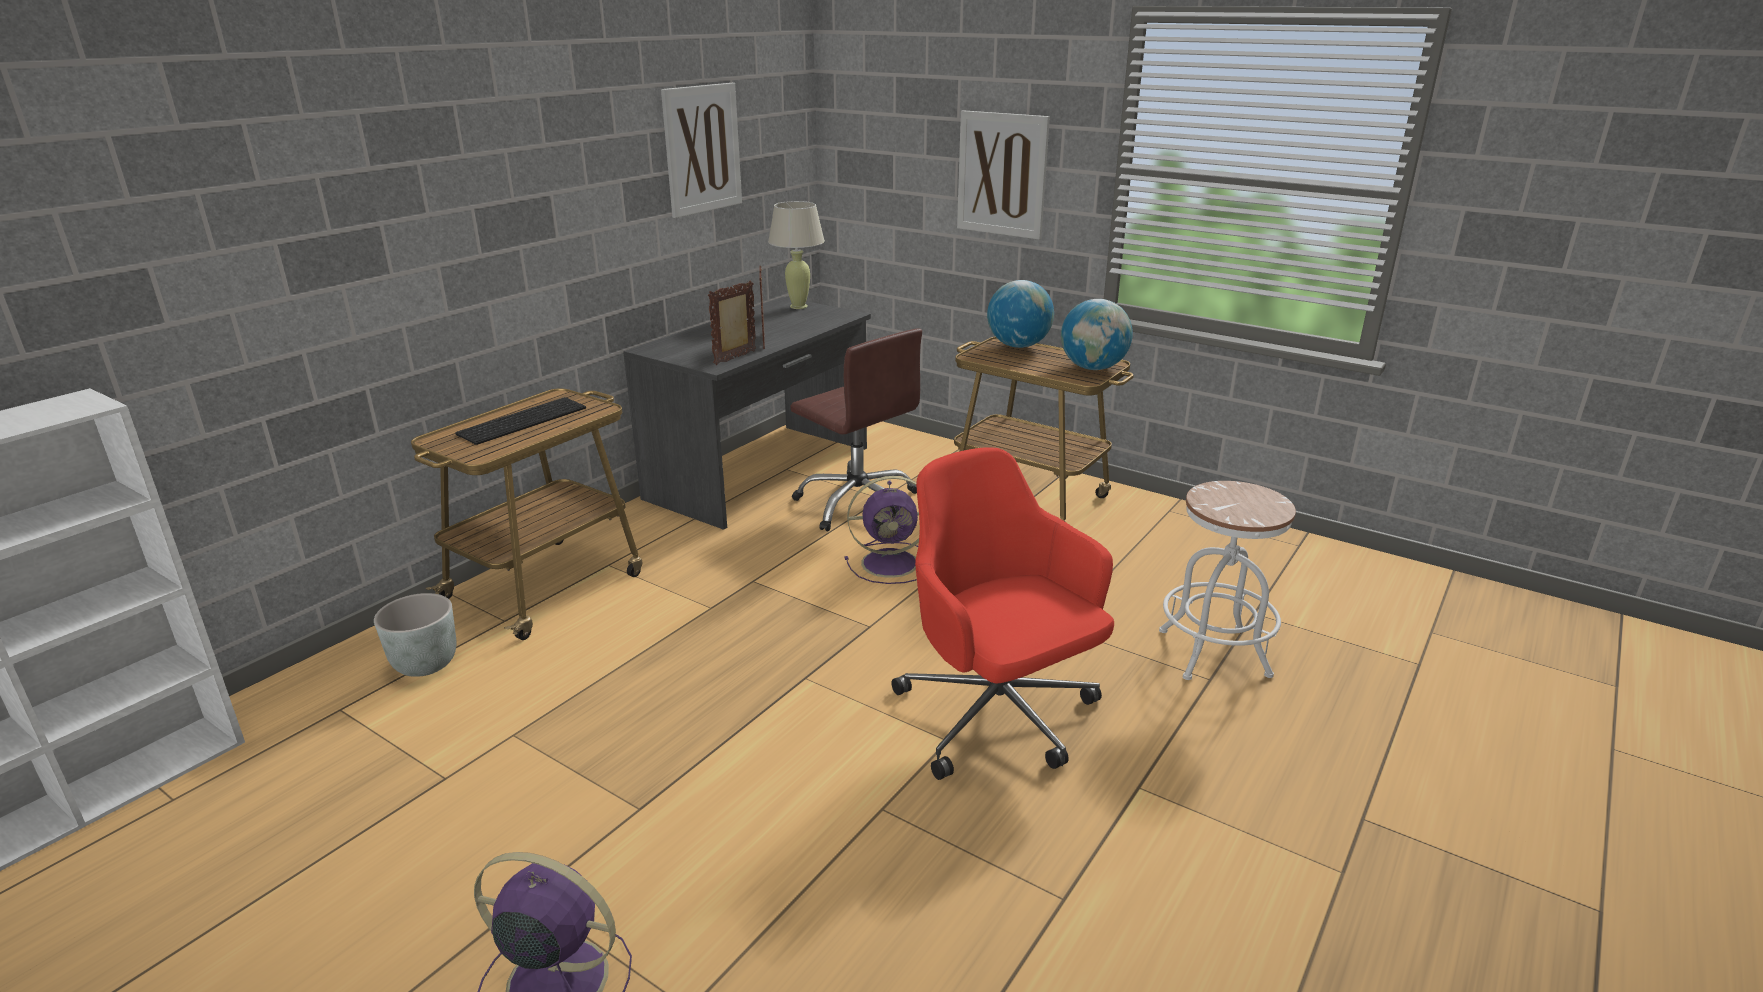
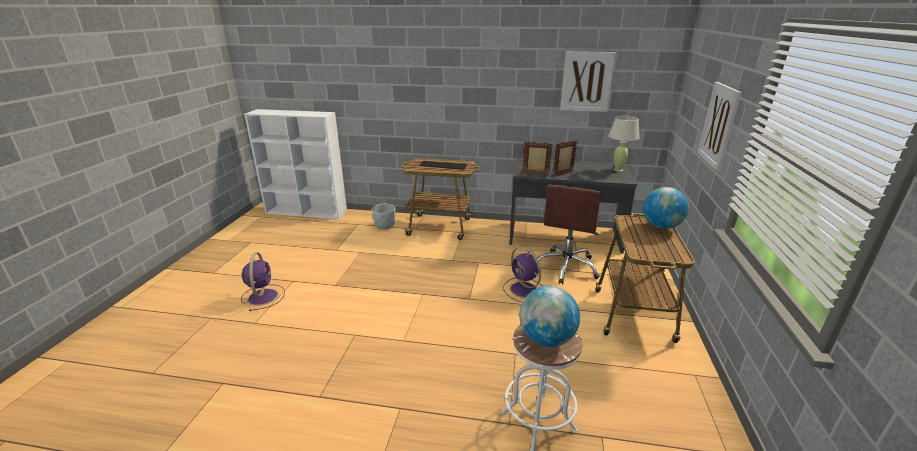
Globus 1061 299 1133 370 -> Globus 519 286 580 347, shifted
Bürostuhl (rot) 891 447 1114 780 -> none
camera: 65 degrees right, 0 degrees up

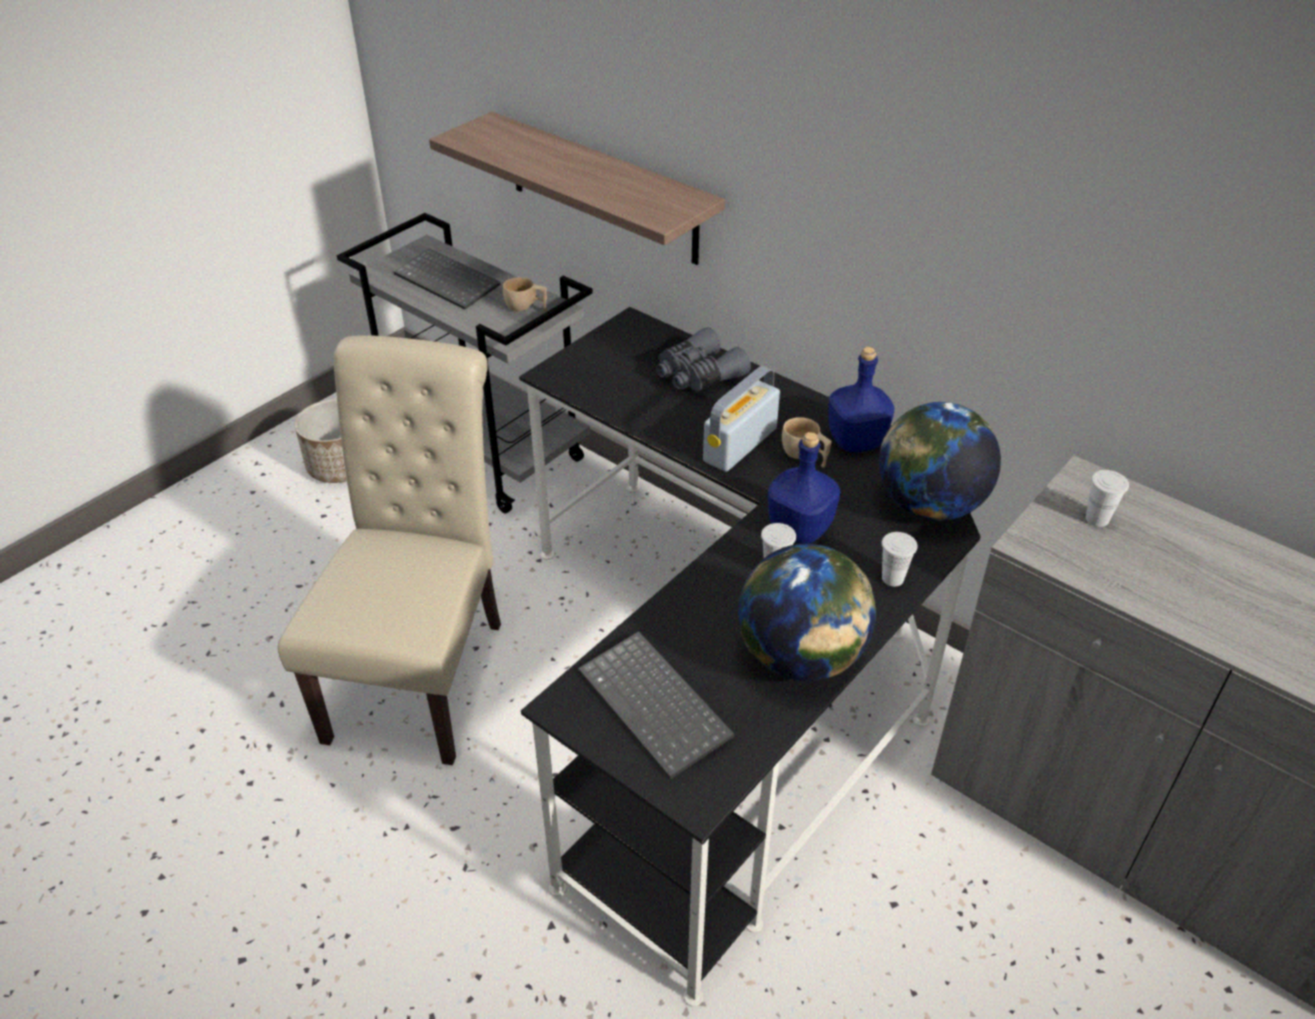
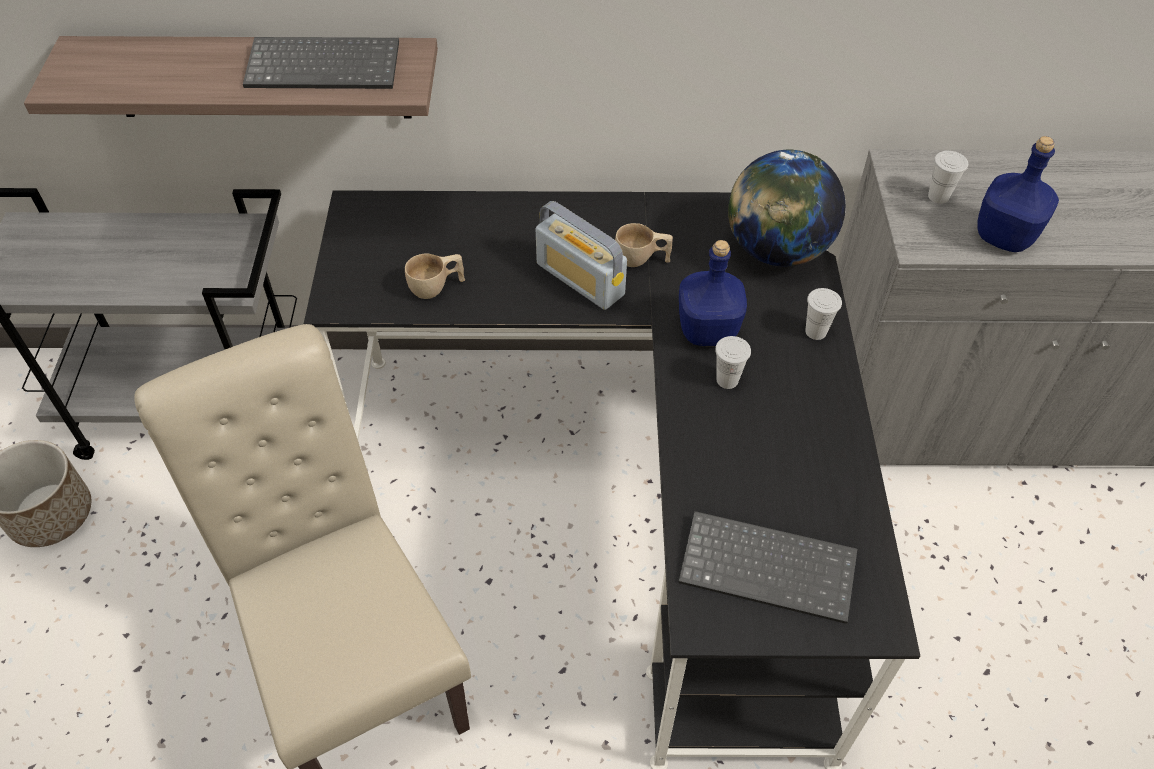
Tastatur 393 248 501 309 -> Tastatur 243 37 399 89, shifted
Tasse (beige) 503 277 547 312 -> Tasse (beige) 405 253 465 299, shifted
Fernglas (grau) 656 327 751 392 -> none
Flasche (blau) 829 347 894 452 -> Flasche (blau) 978 136 1059 252, shifted
Radio 703 366 780 472 -> Radio 536 201 627 310, 45 degrees counterclockwise
Globus 738 544 876 681 -> none
camera: 40 degrees left, 10 degrees up

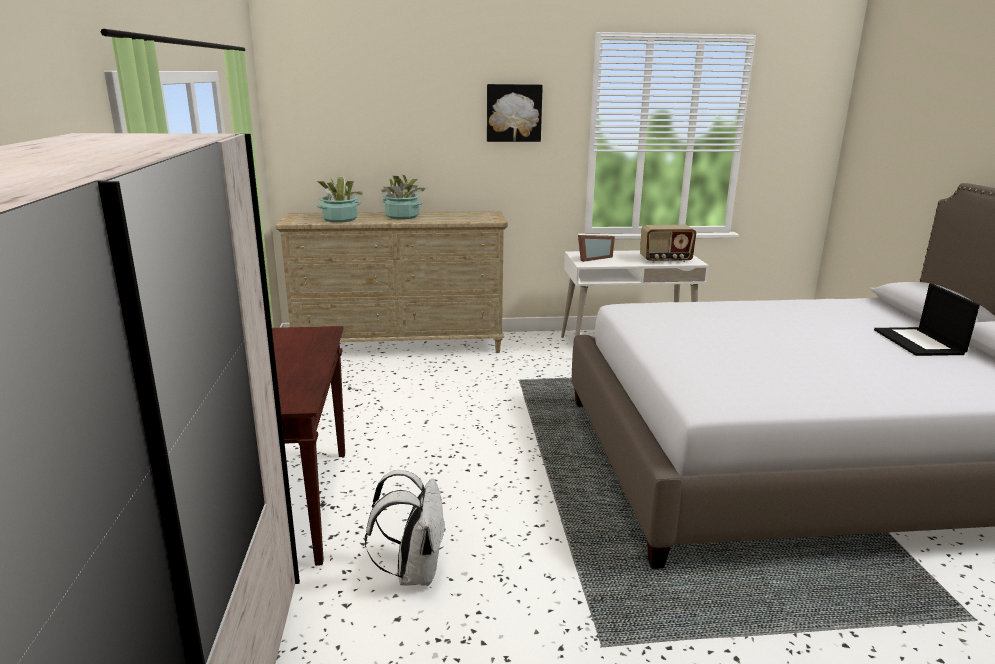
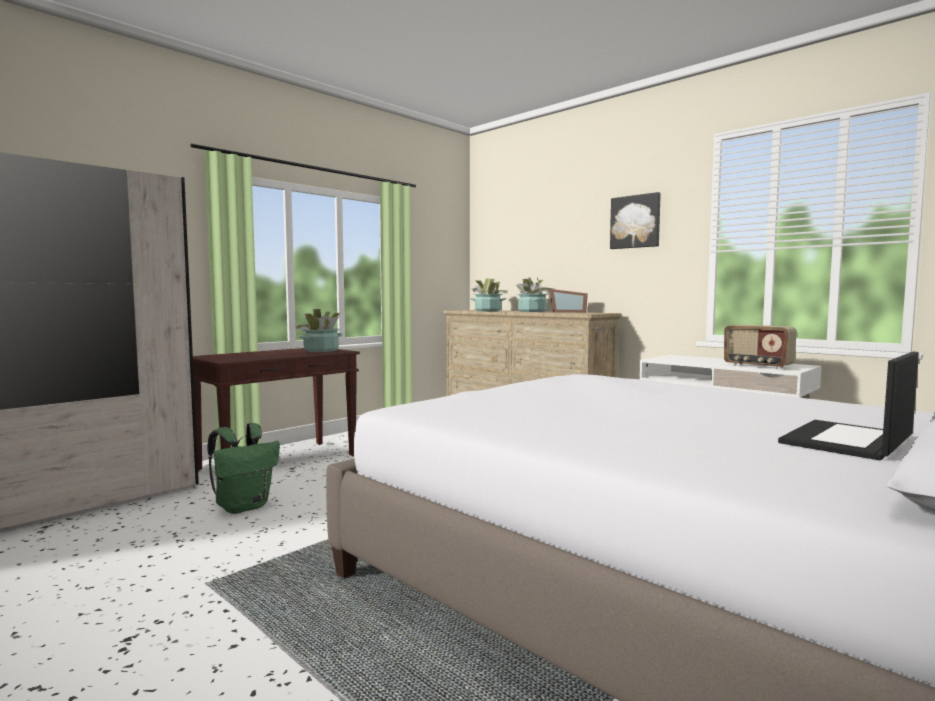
Bilderrahmen 578 235 615 262 -> Bilderrahmen 549 289 588 313, shifted
Rucksack (weiß) 365 470 446 586 -> Rucksack (grün) 207 423 280 514
none -> Topfpflanze 295 309 343 352
camera: 50 degrees right, 15 degrees down

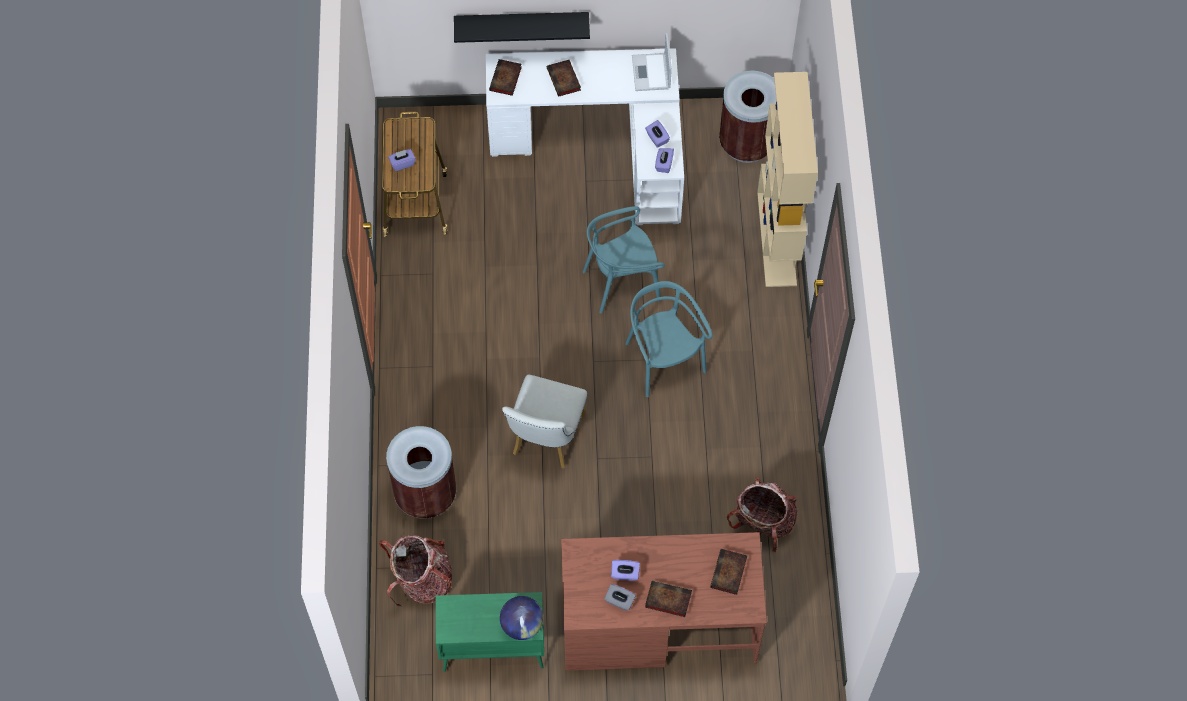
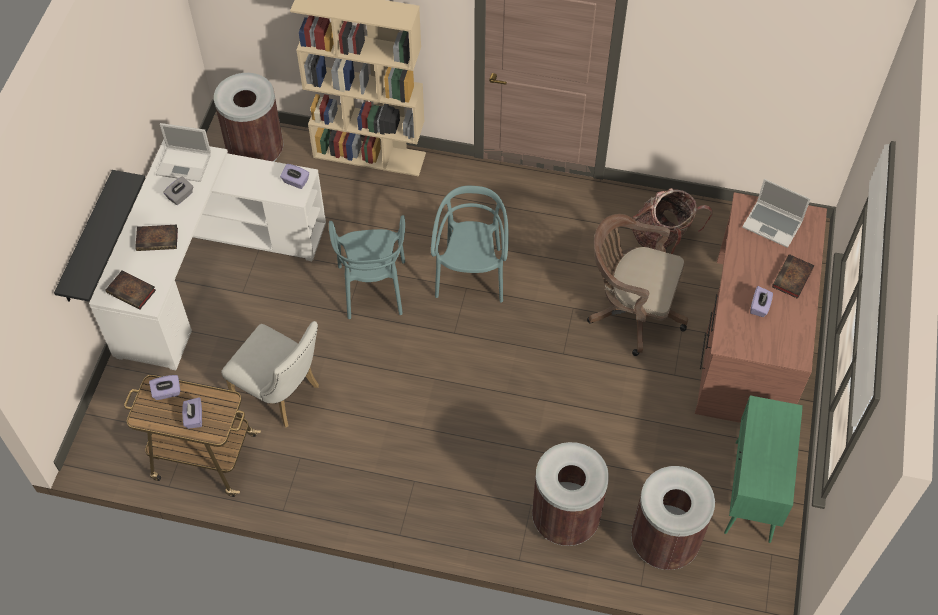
Taschentuchbox (lila) 645 120 670 148 -> Taschentuchbox (lila) 149 375 181 400, shifted
Stuhl (türkis) 625 281 713 397 -> Stuhl (türkis) 431 186 509 302, 105 degrees clockwise
Stuhl (weiß) 502 374 587 468 -> Stuhl (weiß) 221 321 319 428, shifted
Rucksack 379 536 452 607 -> Mülleimer (braun) 631 466 715 570
Buch 710 549 747 595 -> Laptop 742 179 810 248
Taschentuchbox (grau) 604 584 636 611 -> Taschentuchbox (grau) 163 176 193 205, shifted
Globus 500 596 544 640 -> none
none -> Bürostuhl (braun) 587 214 688 356
camera: 75 degrees left, 5 degrees down

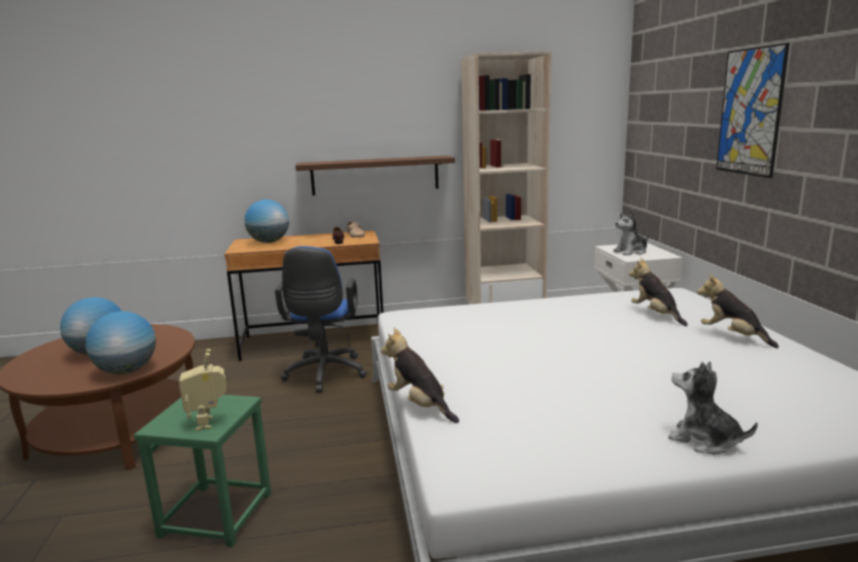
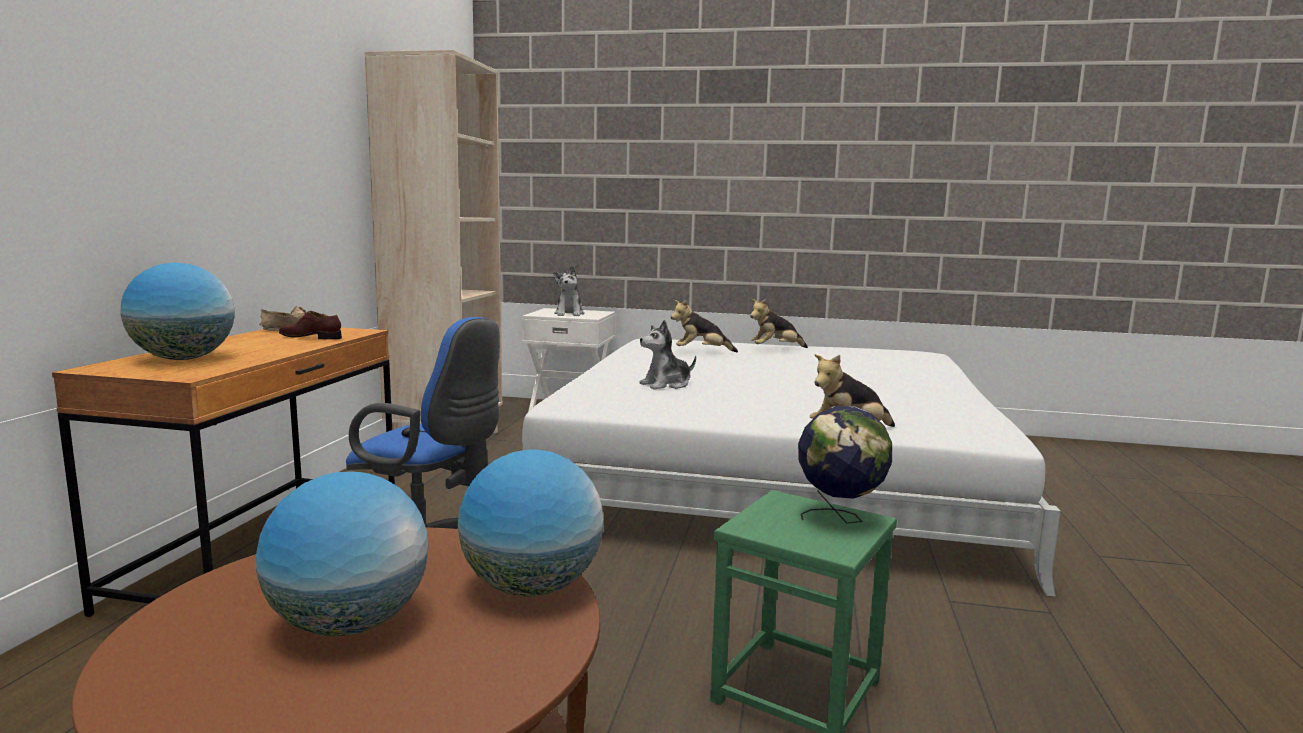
Bild 716 43 789 178 -> none
Wandregal (braun) 295 155 455 195 -> none
Spielzeugroboter 179 349 226 431 -> Globus 798 406 892 524
Plüschtier 668 362 758 454 -> Plüschtier 640 320 696 389, shifted
camera: 70 degrees left, 5 degrees down

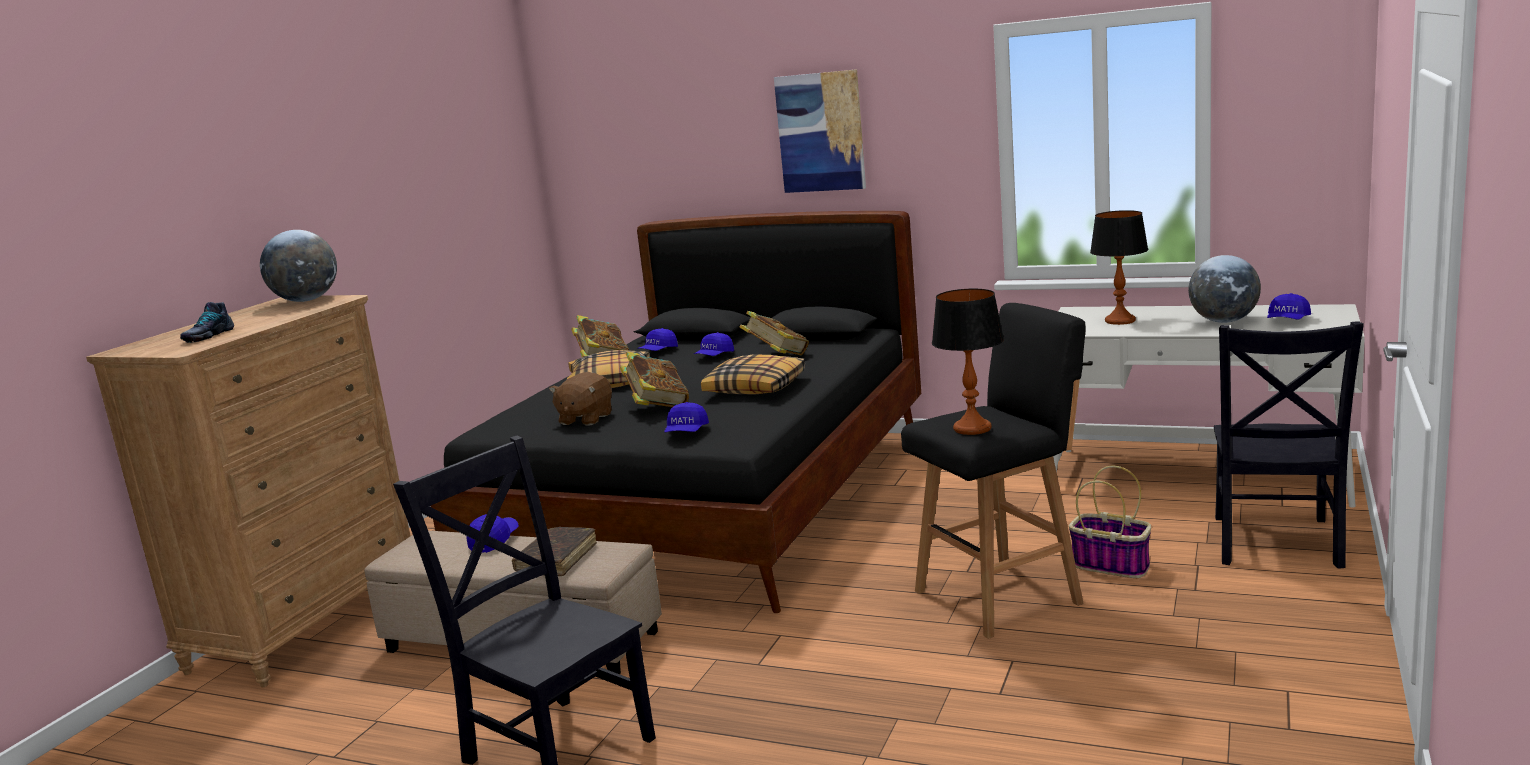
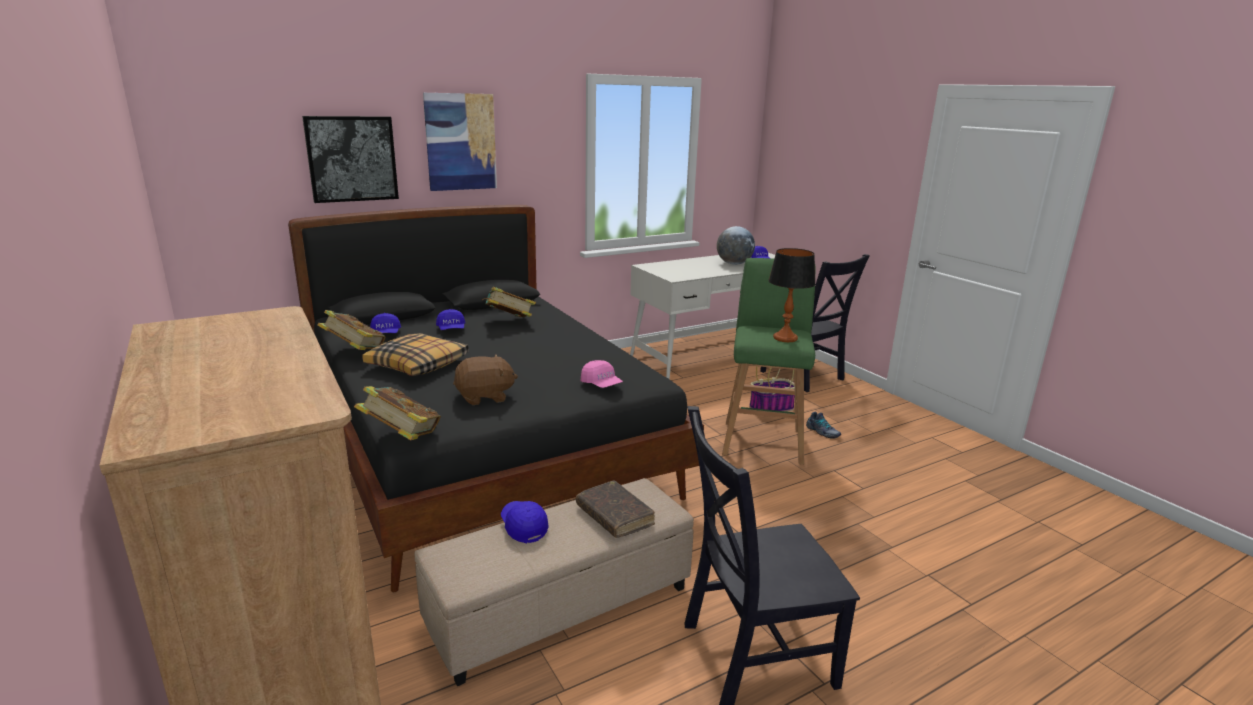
Tischlampe 1090 210 1148 325 -> none
Globus 260 230 337 302 -> none
Schuh 180 302 234 343 -> Schuh 806 412 841 439, shifted
Hocker (schwarz) 901 303 1085 639 -> Hocker (grün) 722 258 816 465
Buch 620 352 689 407 -> Buch 354 386 441 440, shifted
Kissen 701 355 805 394 -> none
Plüschtier (braun) 549 372 612 426 -> Plüschtier (braun) 453 354 518 405, 75 degrees counterclockwise
Kappe (blau) 665 402 709 432 -> Kappe (rosa) 581 360 623 388
none -> Bild 302 116 399 203
camera: 55 degrees left, 5 degrees up

